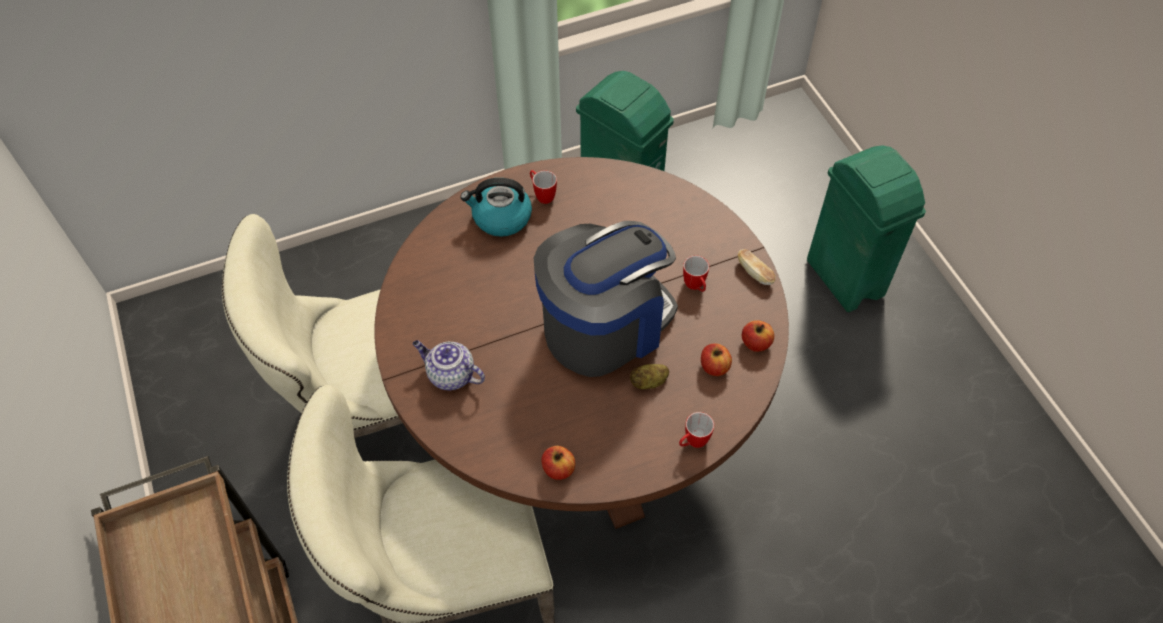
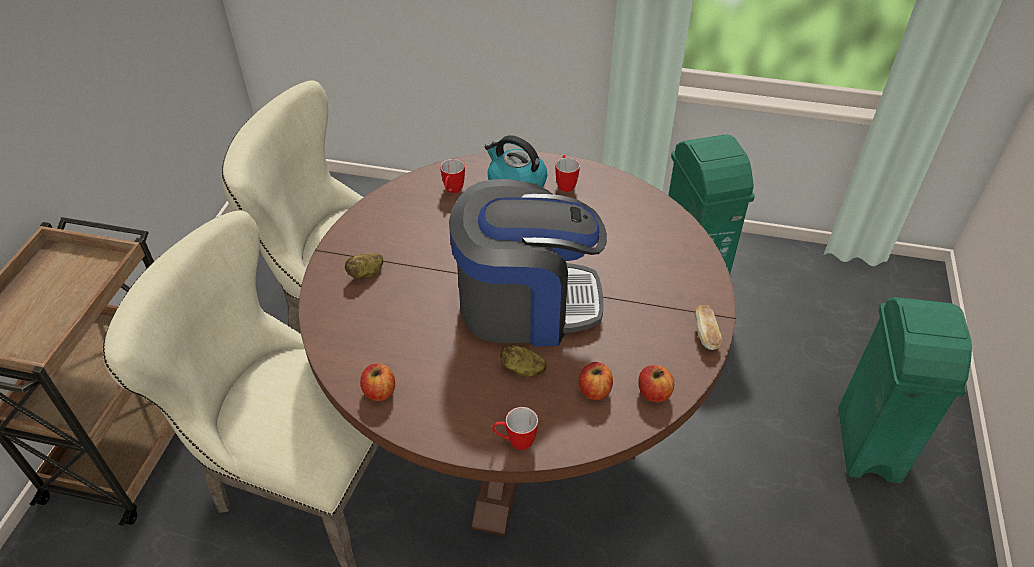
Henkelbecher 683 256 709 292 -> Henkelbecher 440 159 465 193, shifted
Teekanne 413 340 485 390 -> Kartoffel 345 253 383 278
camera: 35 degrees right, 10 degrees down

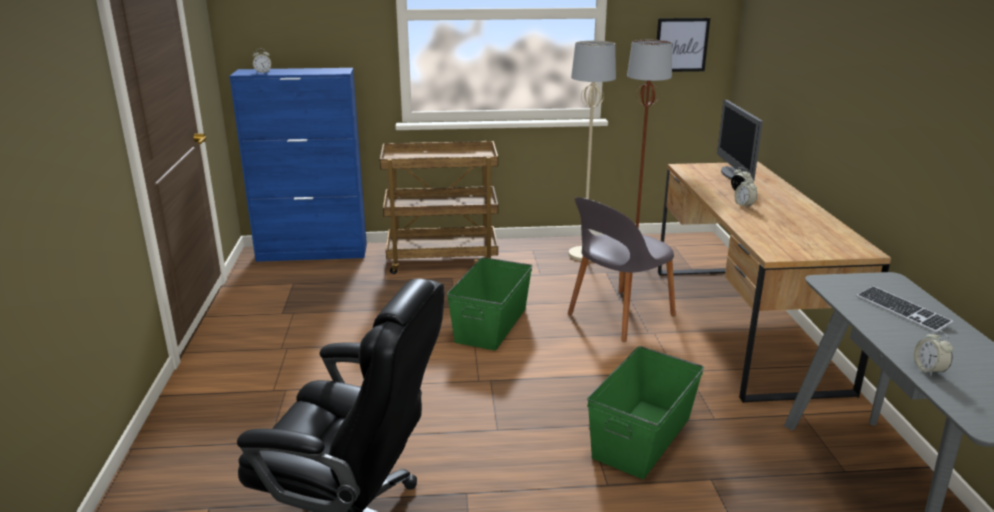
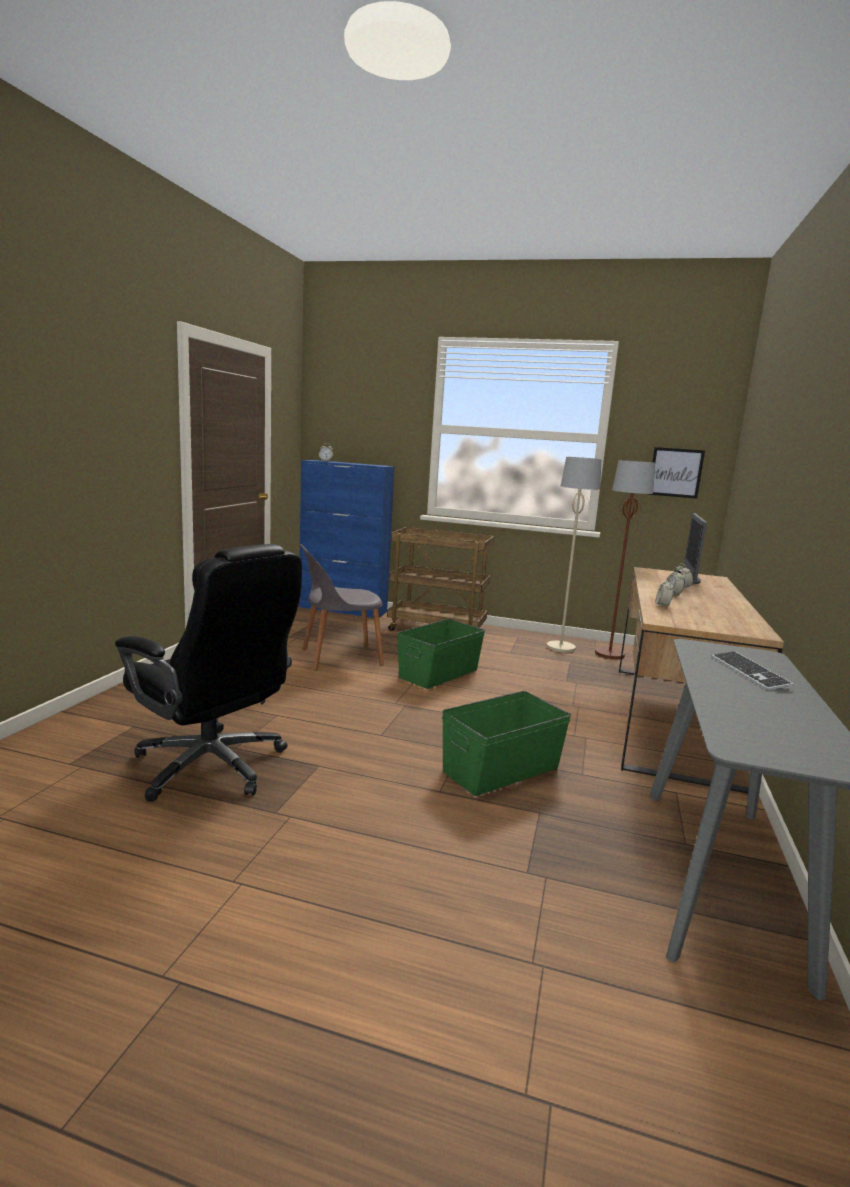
Stuhl (grau) 568 197 676 342 -> Stuhl (grau) 300 544 384 670, shifted
Wecker 914 330 953 376 -> Wecker 655 578 674 607, shifted
camera: 20 degrees right, 10 degrees down

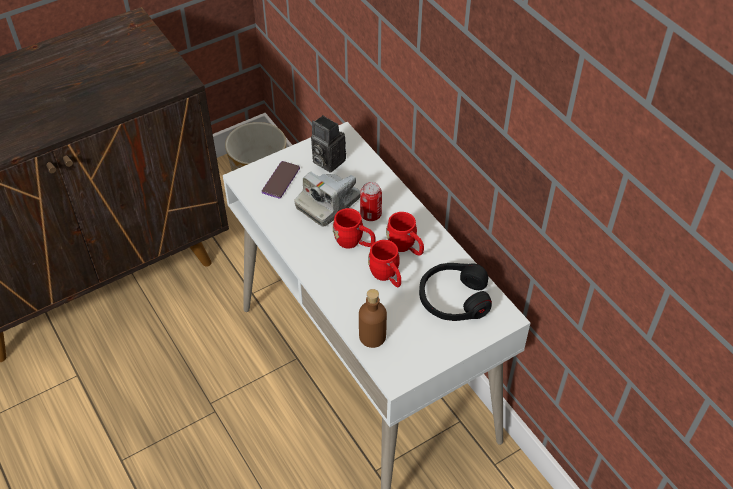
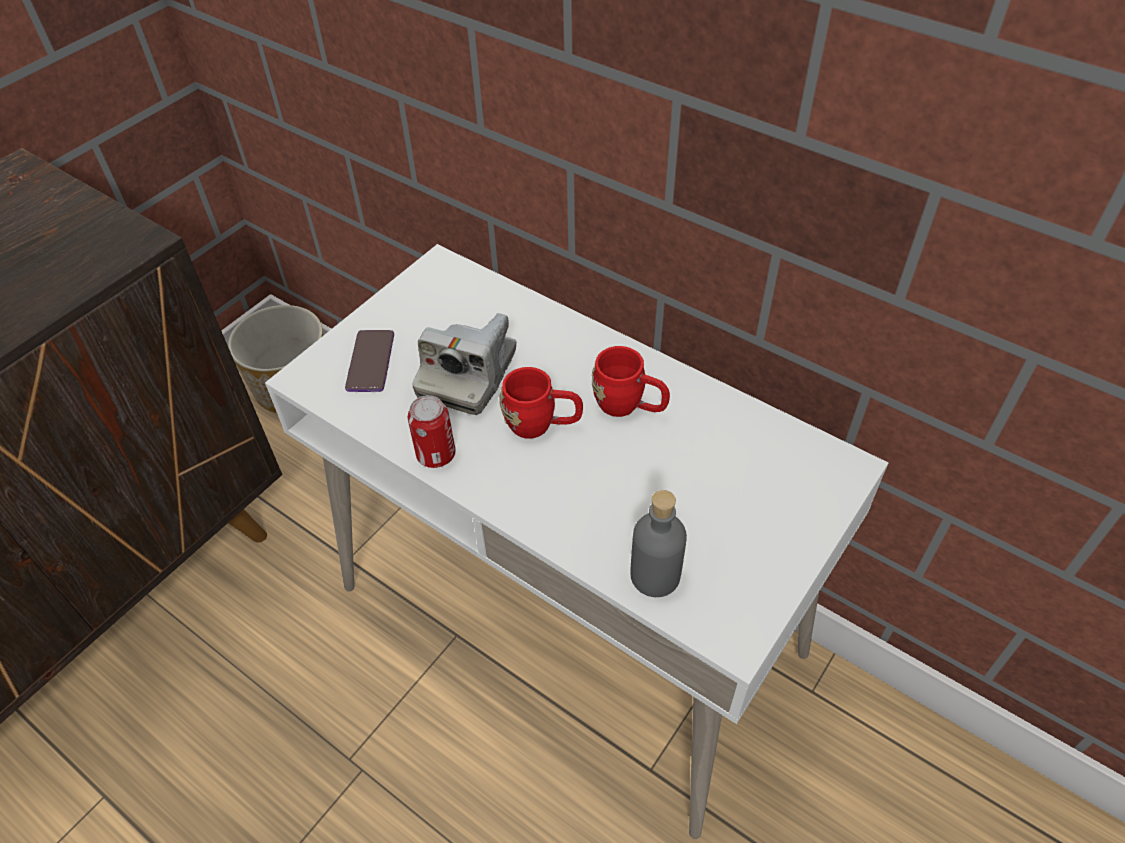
Kamera 311 115 346 172 -> none
Dose 360 182 382 221 -> Dose 407 395 455 468, shifted
Henkelbecher (rot) 368 240 401 287 -> none
Kopfhörer (schwarz) 419 263 492 321 -> none
Flasche (braun) 359 289 387 348 -> Flasche (grau) 630 490 687 597
camera: 20 degrees left, 0 degrees up

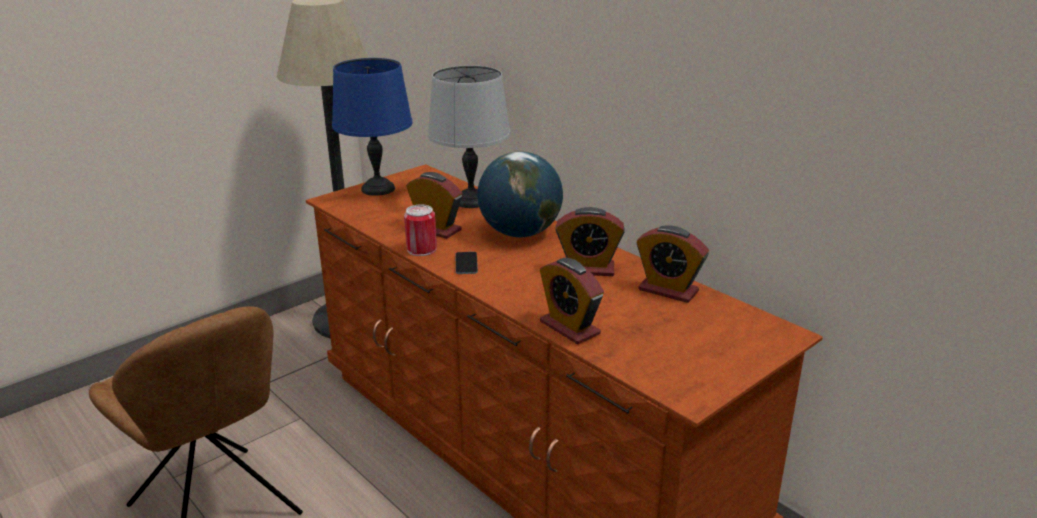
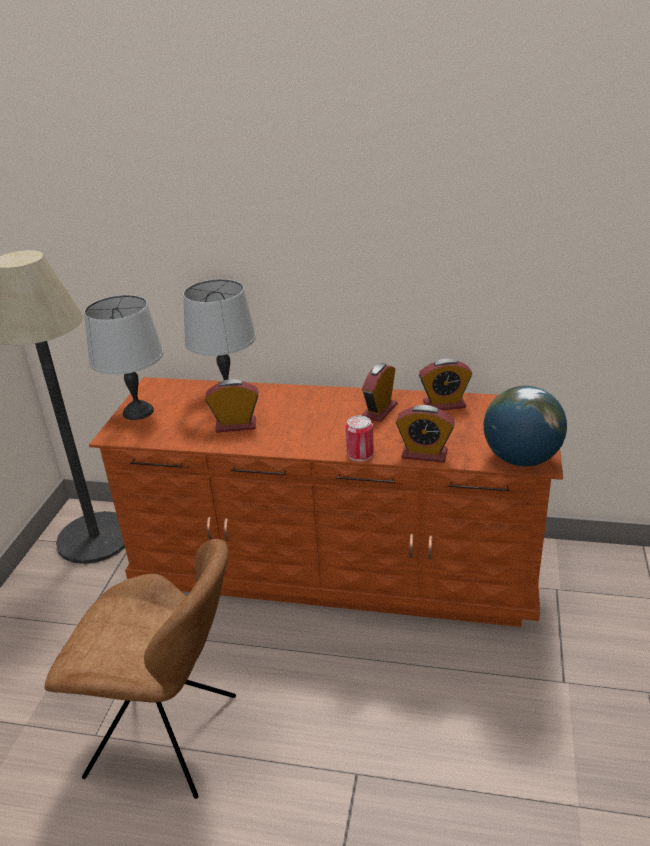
Tischlampe (blau) 332 58 413 196 -> Tischlampe (grau) 84 295 163 420
Globus 477 151 563 237 -> Globus 484 386 567 466, shifted
Dose 404 204 437 256 -> Dose 346 416 374 461, shifted
Wecker 555 207 625 276 -> Wecker 362 363 397 422, 150 degrees clockwise
Handy 455 252 478 274 -> none
camera: 35 degrees left, 5 degrees up

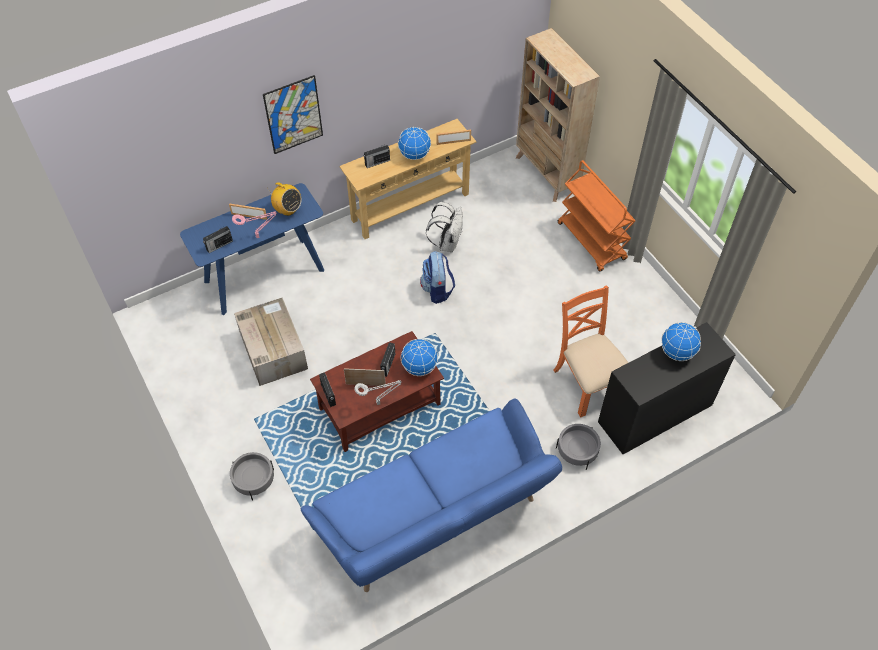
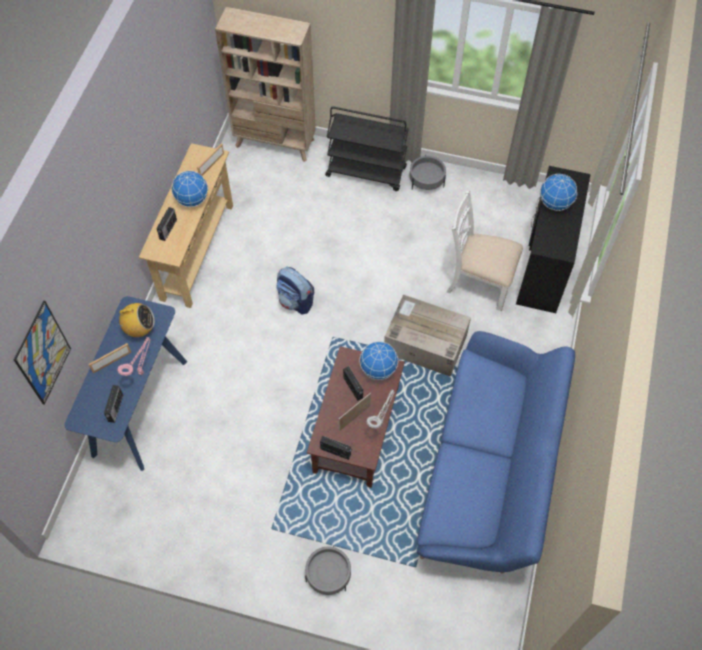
Bild 263 75 323 154 -> Bild 14 301 71 405, shifted
Rollwagen (orange) 558 160 635 272 -> Rollwagen (schwarz) 325 106 409 191
Rucksack (weiß) 426 202 463 252 -> none
Stuhl (orange) 554 285 628 417 -> Stuhl (weiß) 446 191 523 311
Karton 234 298 308 386 -> Karton 384 294 471 377, shifted
Pflanzkübel (grau) 556 424 601 470 -> Pflanzkübel (grau) 410 155 446 190, shifted
camera: 45 degrees left, 5 degrees up

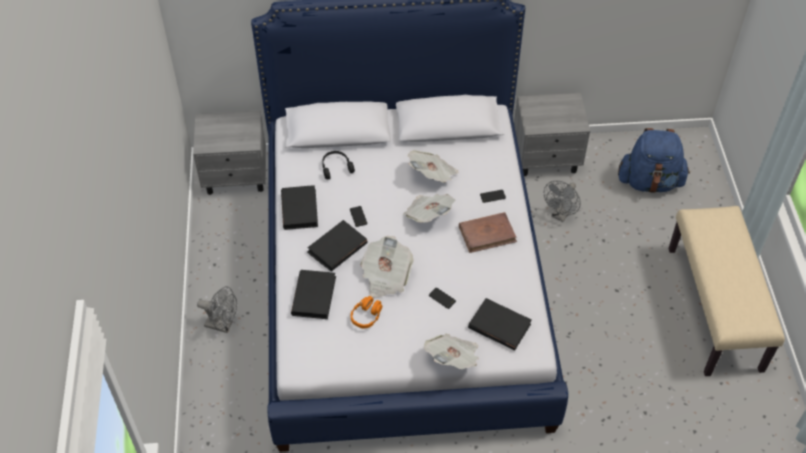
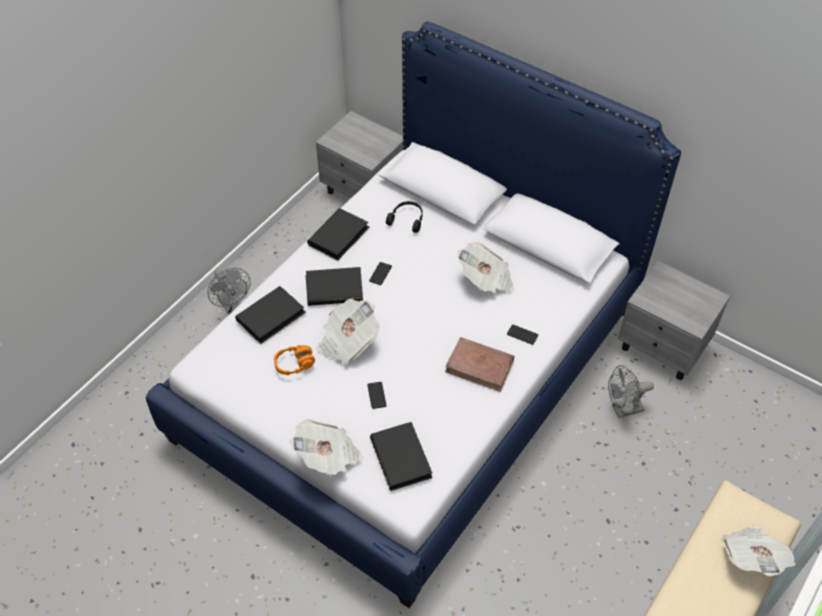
Rucksack (blau) 618 128 690 193 -> none
Zeitung 403 194 456 223 -> Zeitung 723 525 795 576, shifted
camera: 40 degrees right, 0 degrees up

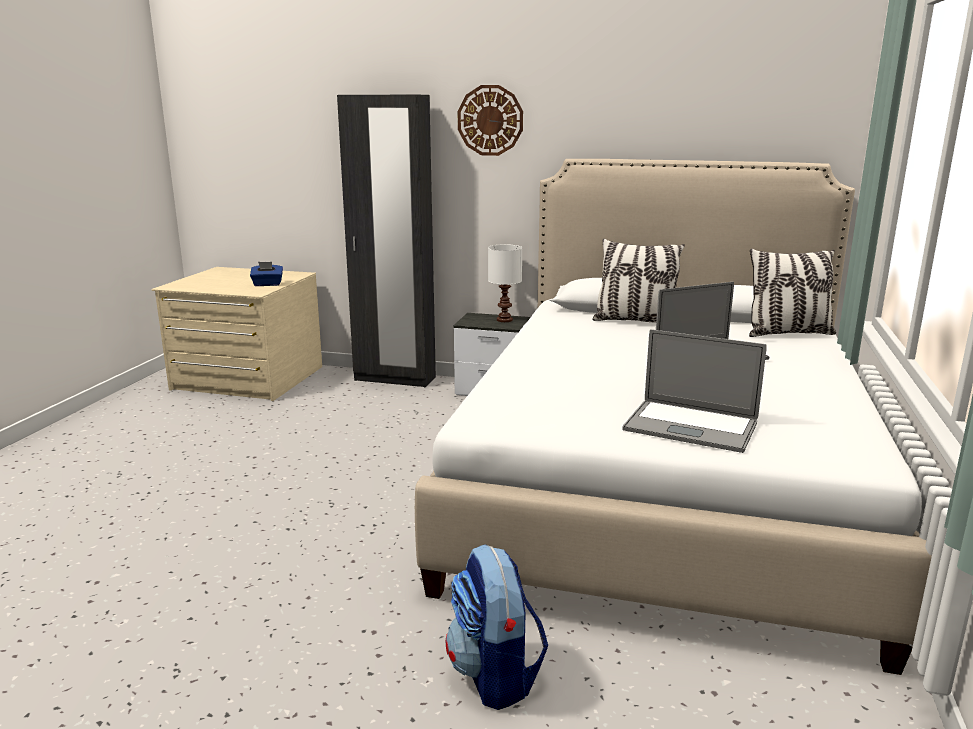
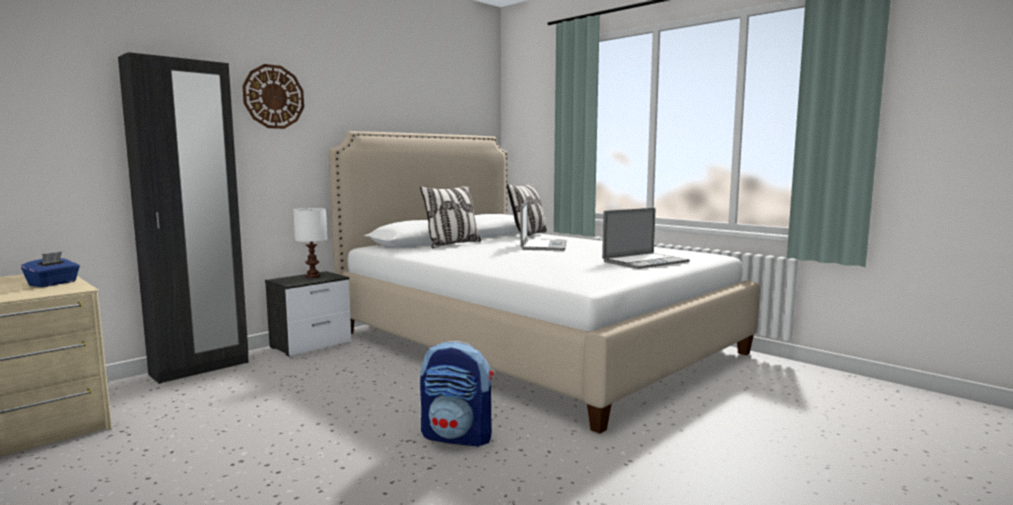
Rucksack 446 544 548 710 -> Rucksack 420 341 494 447, shifted
camera: 60 degrees left, 10 degrees down

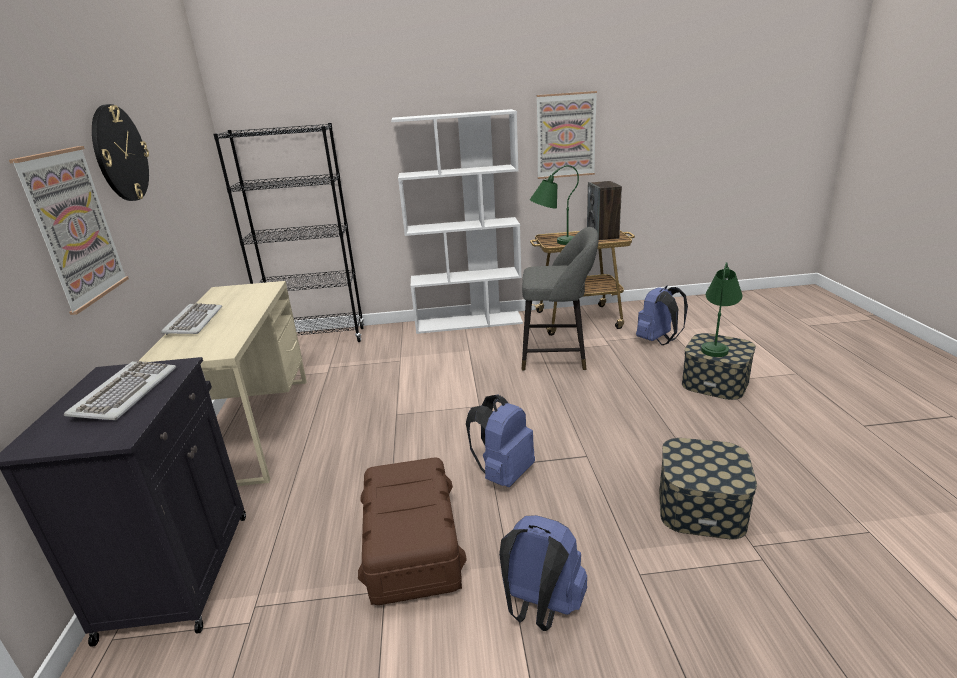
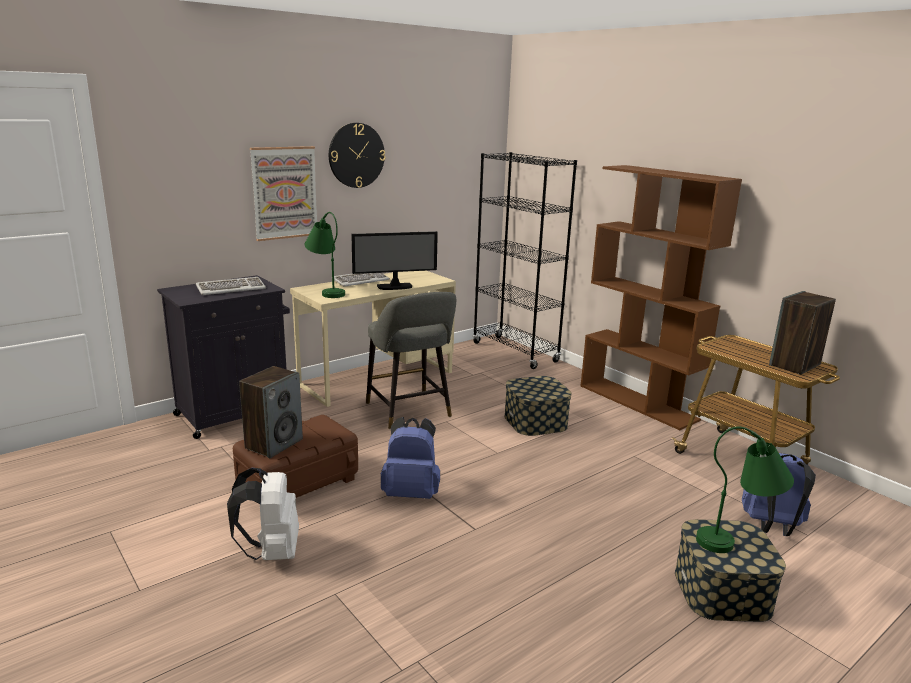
Bild 537 91 597 179 -> none
Bücherregal (weiß) 391 109 523 334 -> Bücherregal (braun) 580 165 742 430
Tischlampe (grün) 530 165 579 245 -> Tischlampe (grün) 305 212 345 298, shifted
Hocker (grau) 522 227 599 371 -> Hocker (grau) 366 292 456 429, shifted
Aufbewahrungsbox 659 438 757 540 -> Aufbewahrungsbox 504 376 572 436, shifted
Rucksack (blau) 499 515 587 631 -> Rucksack (weiß) 227 468 299 560
none -> Monitor 351 231 438 290
none -> Lautsprecher 239 366 303 458
camera: 55 degrees right, 5 degrees down

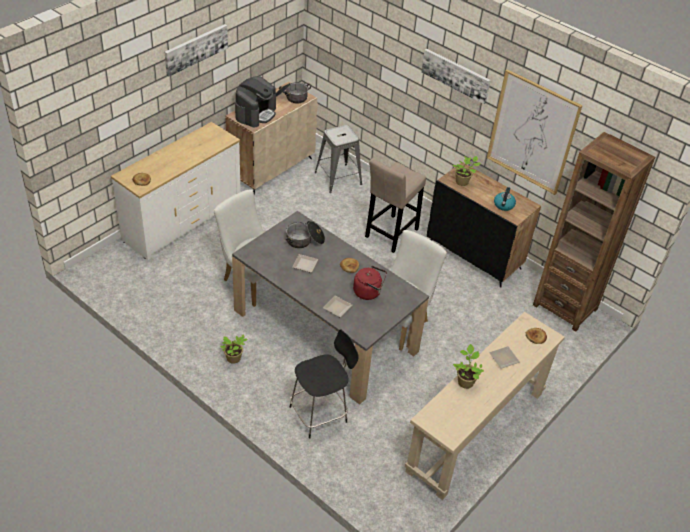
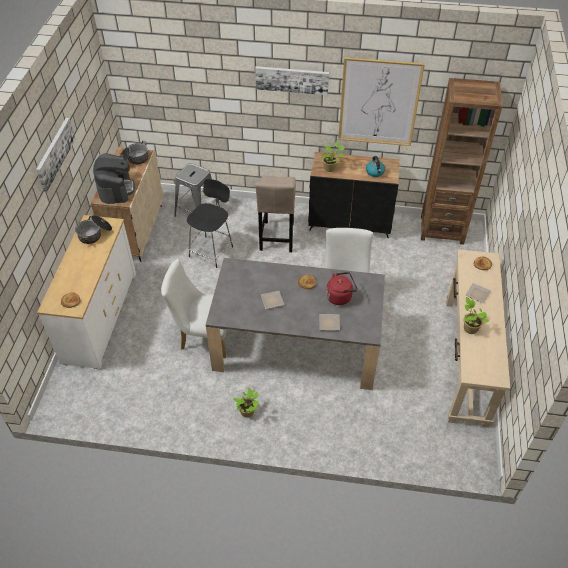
Kochtopf 285 221 325 248 -> Kochtopf 75 215 112 244, shifted
Hocker (schwarz) 290 330 359 439 -> Hocker (schwarz) 187 179 233 268, shifted
camera: 30 degrees left, 5 degrees up

